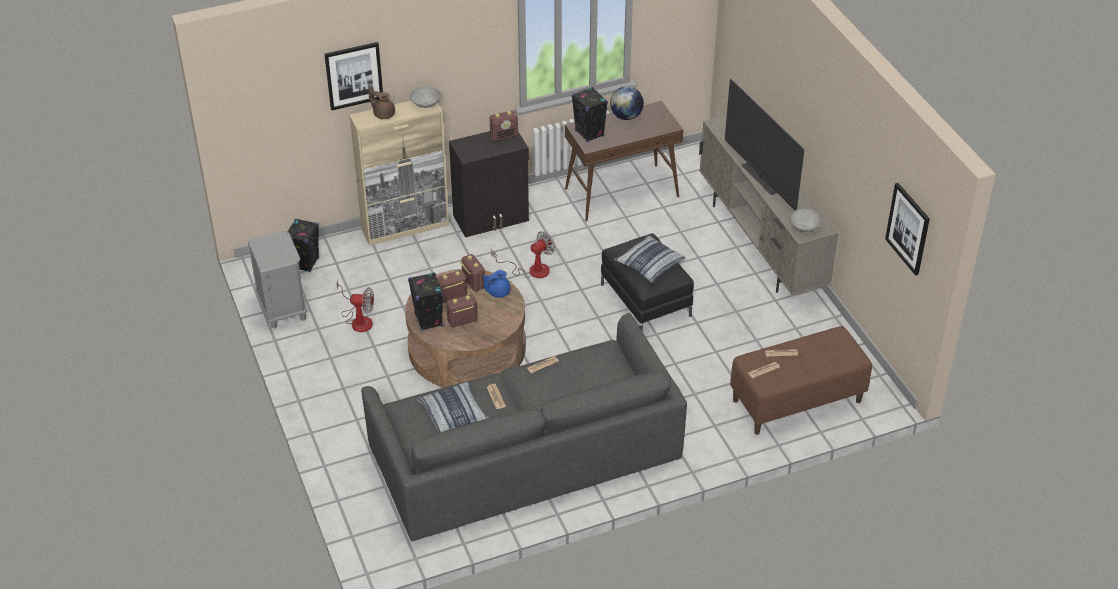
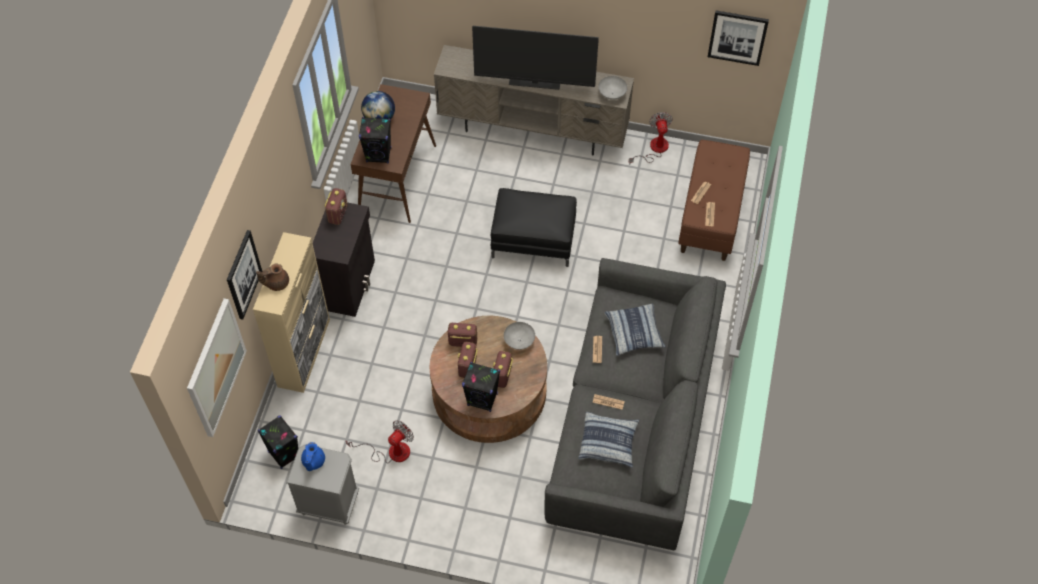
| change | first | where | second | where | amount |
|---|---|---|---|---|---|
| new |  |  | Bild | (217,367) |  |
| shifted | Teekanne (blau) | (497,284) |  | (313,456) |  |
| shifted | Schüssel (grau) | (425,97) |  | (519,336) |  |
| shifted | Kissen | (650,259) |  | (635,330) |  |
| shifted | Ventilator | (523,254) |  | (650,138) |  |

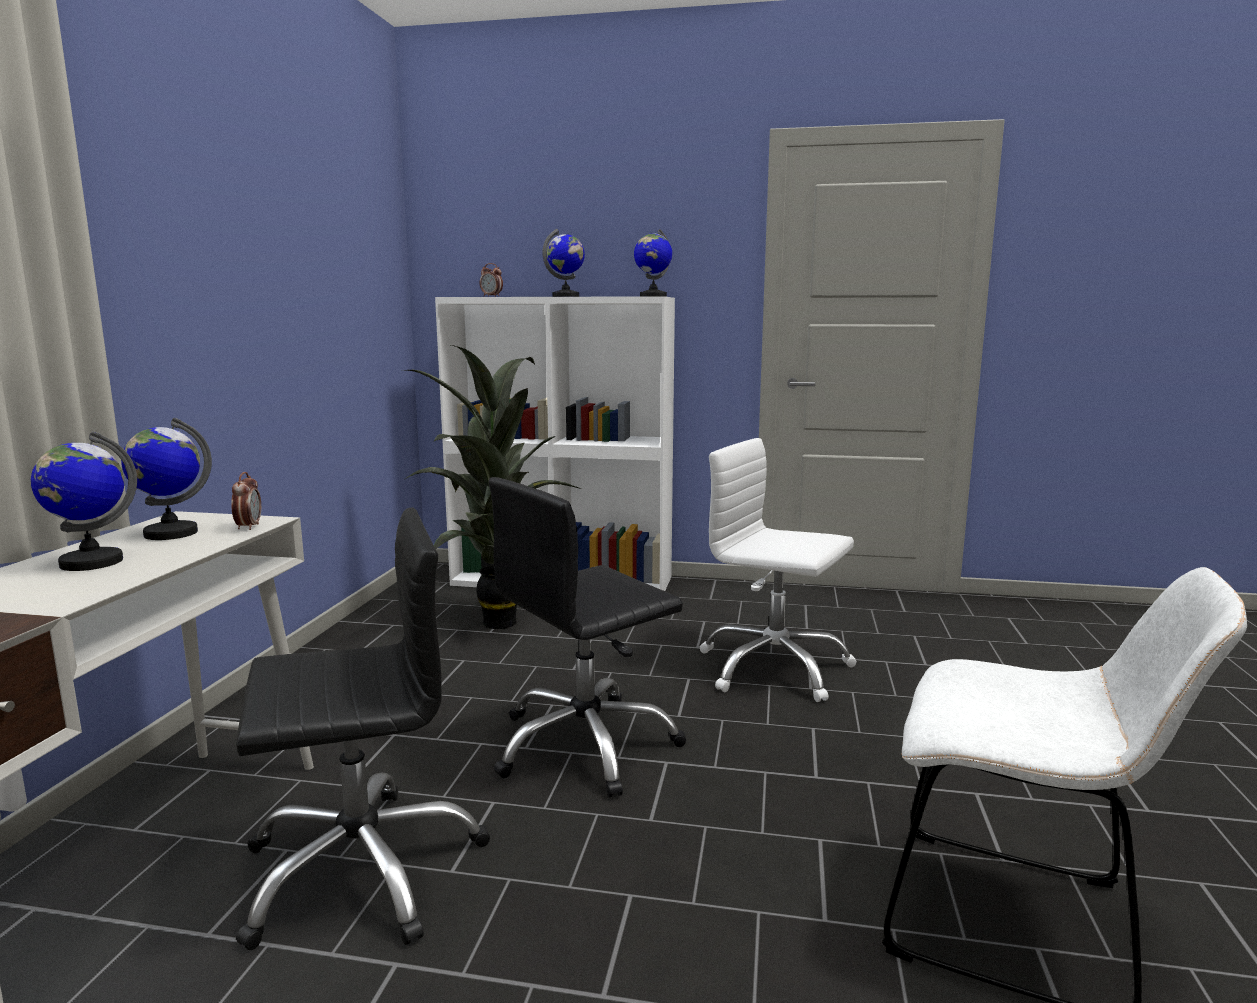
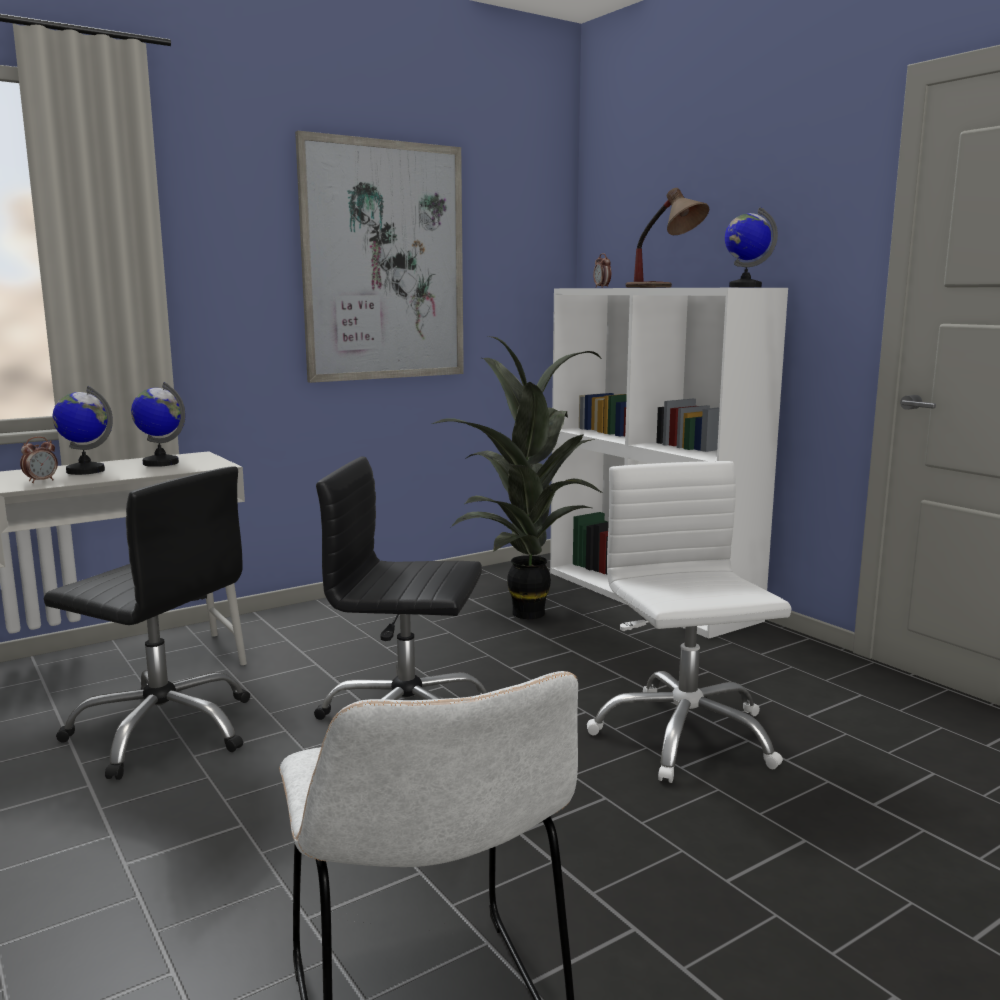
| change | first | where | second | where | amount |
|---|---|---|---|---|---|
| shifted | Wecker | (246,501) |  | (39,460) |  |
| new |  |  | Bild | (379,257) |  |
| swapped | Globus | (563,263) | Tischlampe | (667,238) |  |

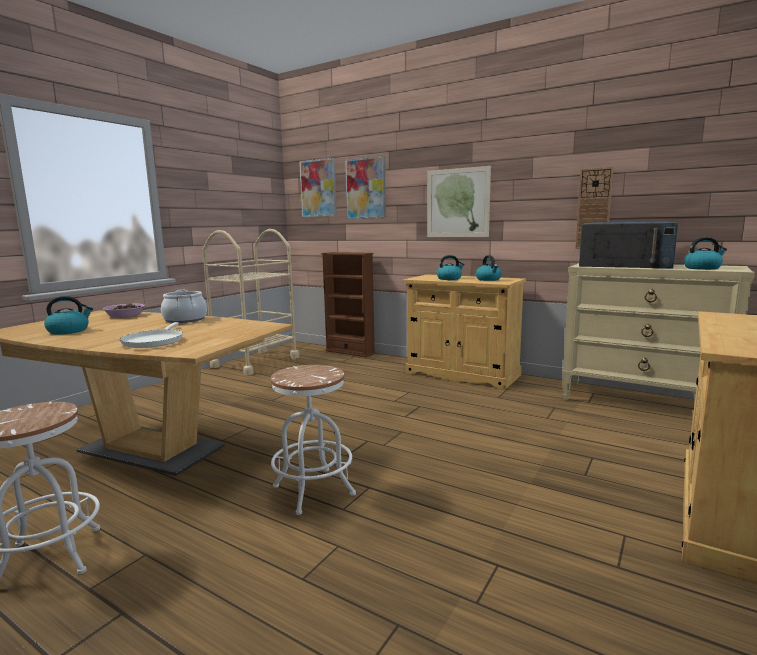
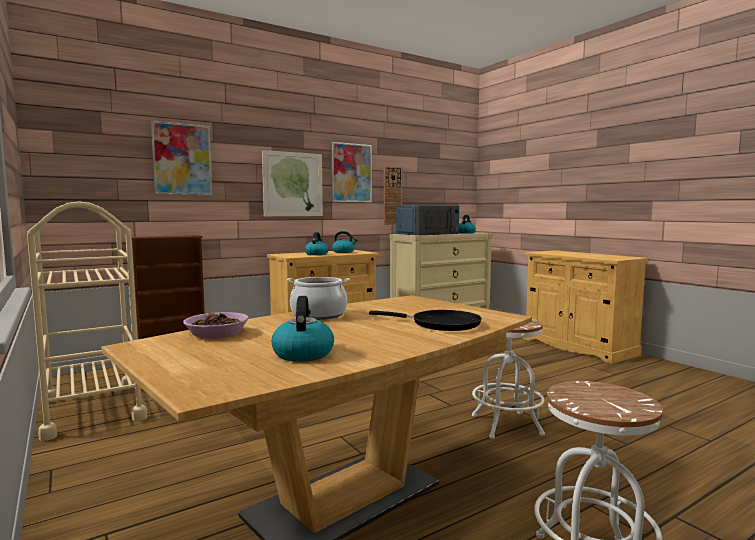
| change | first | where | second | where | amount |
|---|---|---|---|---|---|
| shifted | Bild | (318,187) |  | (351,172) |  |
| repainted | Pfanne (weiß) | (151,335) | Pfanne (schwarz) | (425,320) |  |

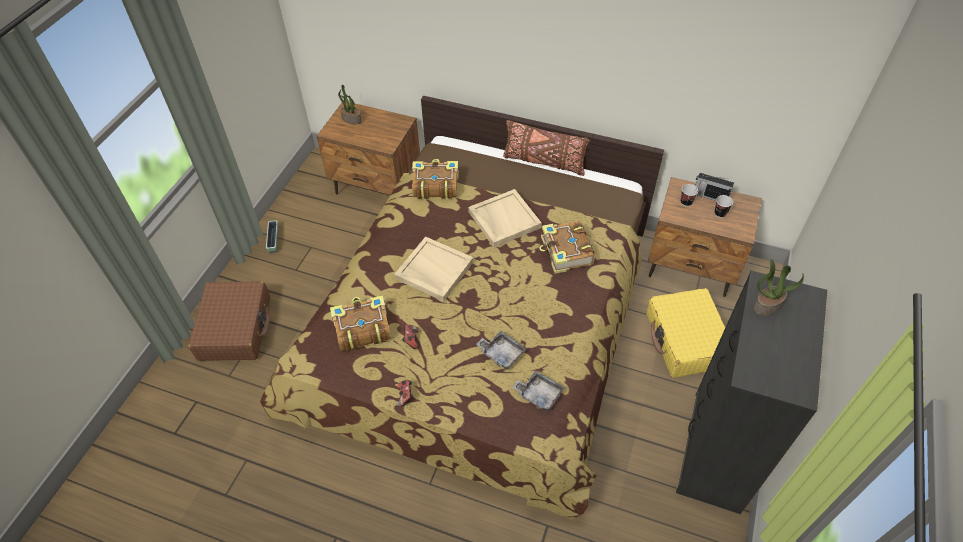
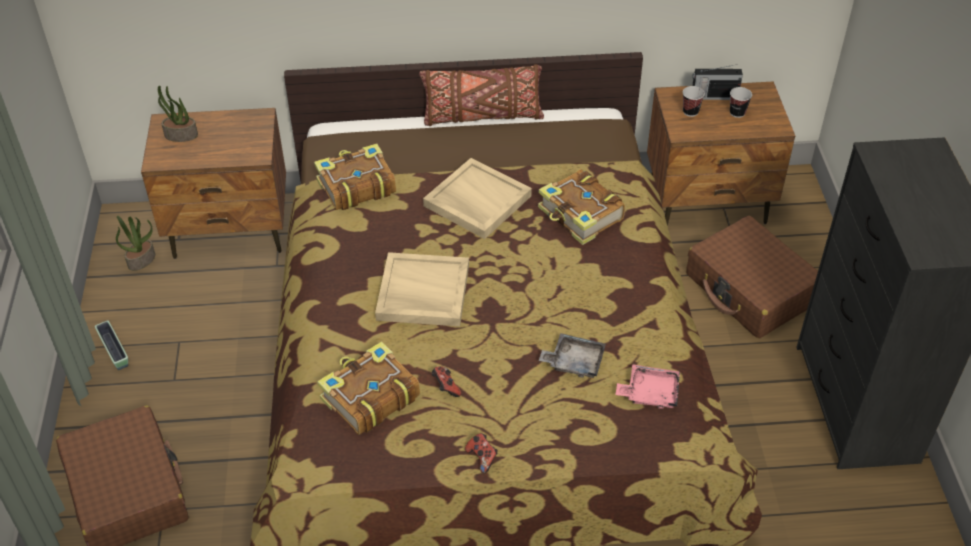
| change | first | where | second | where | amount |
|---|---|---|---|---|---|
| shifted | Topfpflanze | (778,287) |  | (135,243) |  |
| repainted | Tablett (grau) | (538,391) | Tablett (rosa) | (648,386) |  |
| repainted | Koffer (gelb) | (686,333) | Koffer (braun) | (752,277) |  |

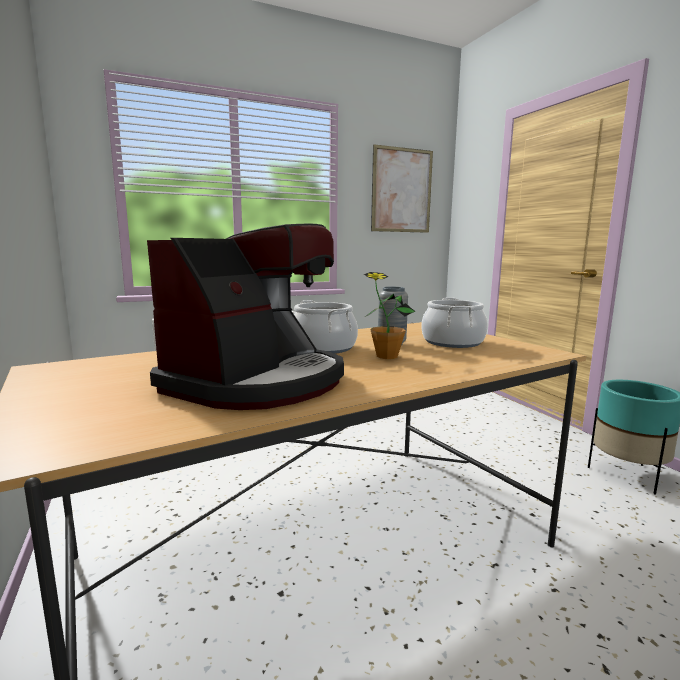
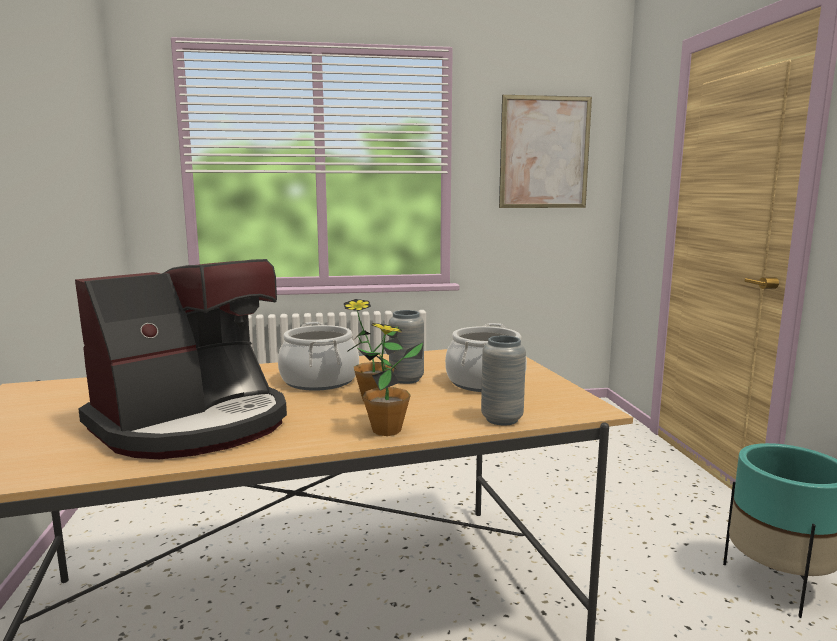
| change | first | where | second | where | amount |
|---|---|---|---|---|---|
| new |  |  | Topfpflanze | (389,379) |  |
| new |  |  | Vase (grau) | (503,380) |  |

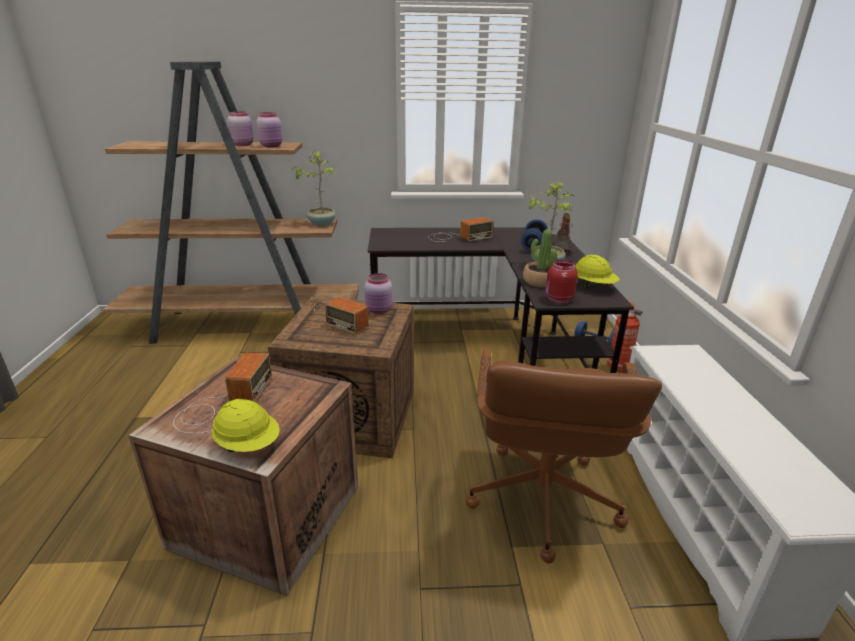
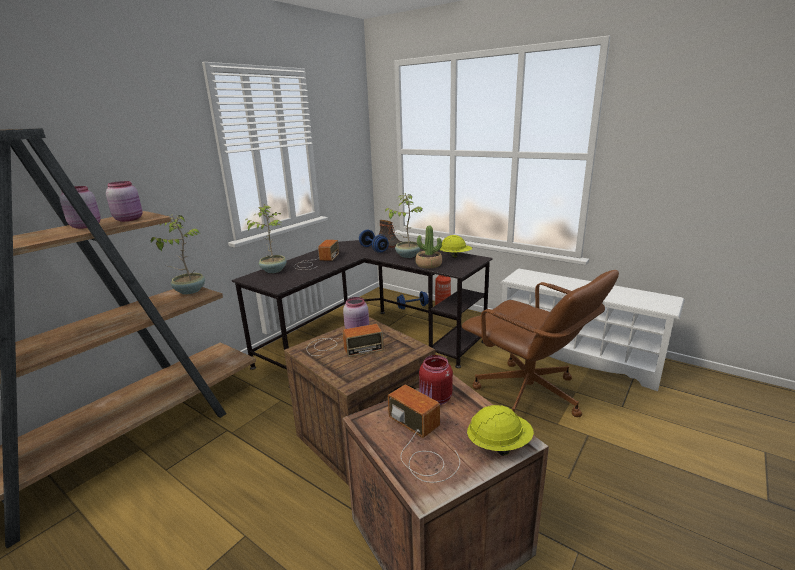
| change | first | where | second | where | amount |
|---|---|---|---|---|---|
| new |  |  | Topfpflanze | (266,238) |  |
| shifted | Vorratsglas (rot) | (561,281) |  | (436,380) |  |

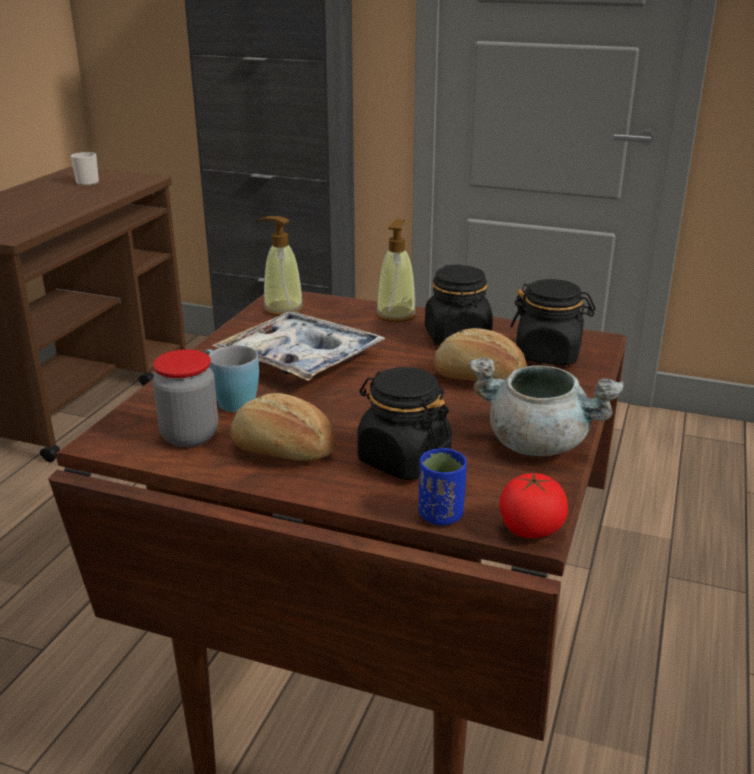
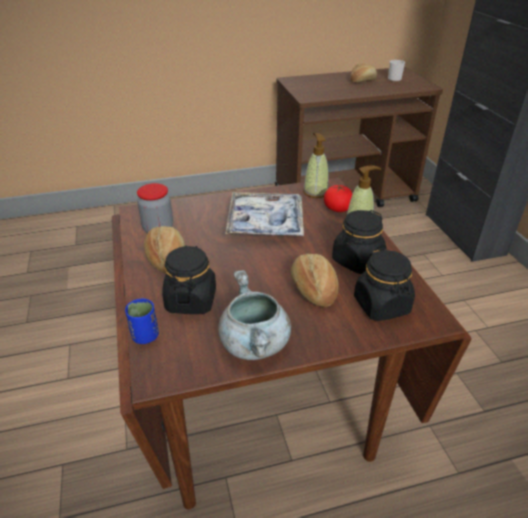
| change | first | where | second | where | amount |
|---|---|---|---|---|---|
| shifted | Tomate | (533,504) |  | (338,198) |  |
| new |  |  | Brot | (364,73) |  |
| gone | Henkelbecher (blau) | (231,378) |  |  |  |

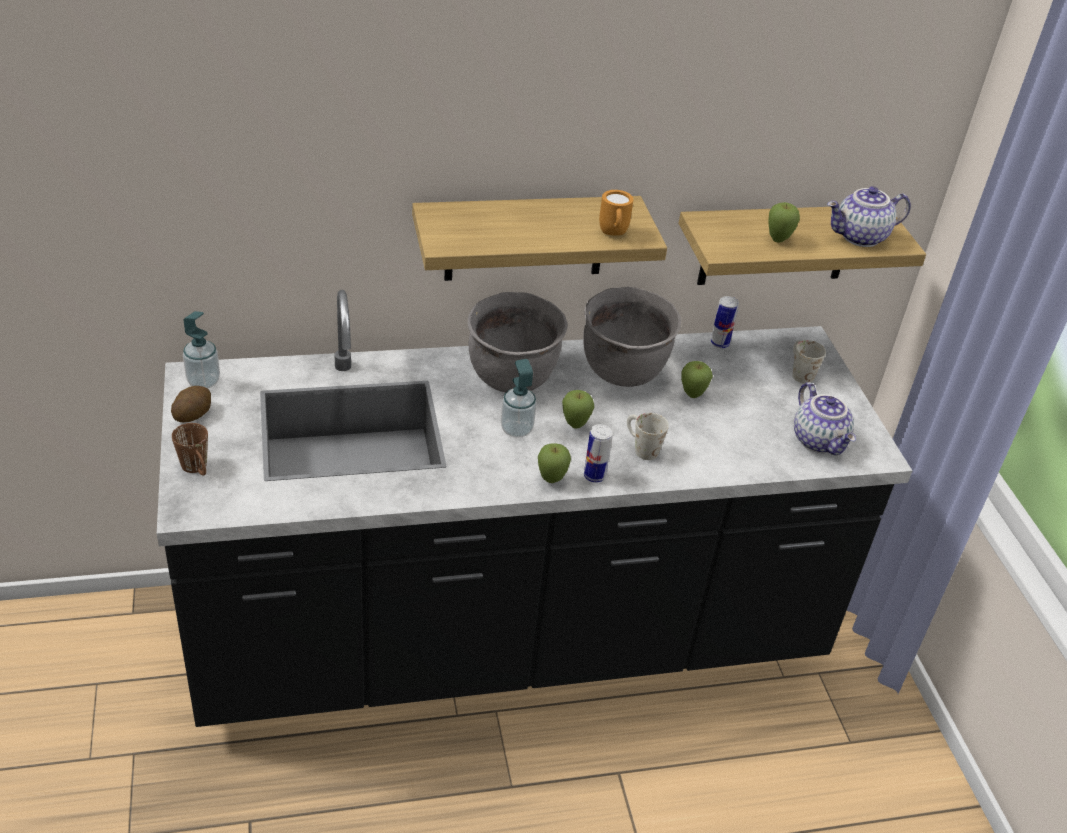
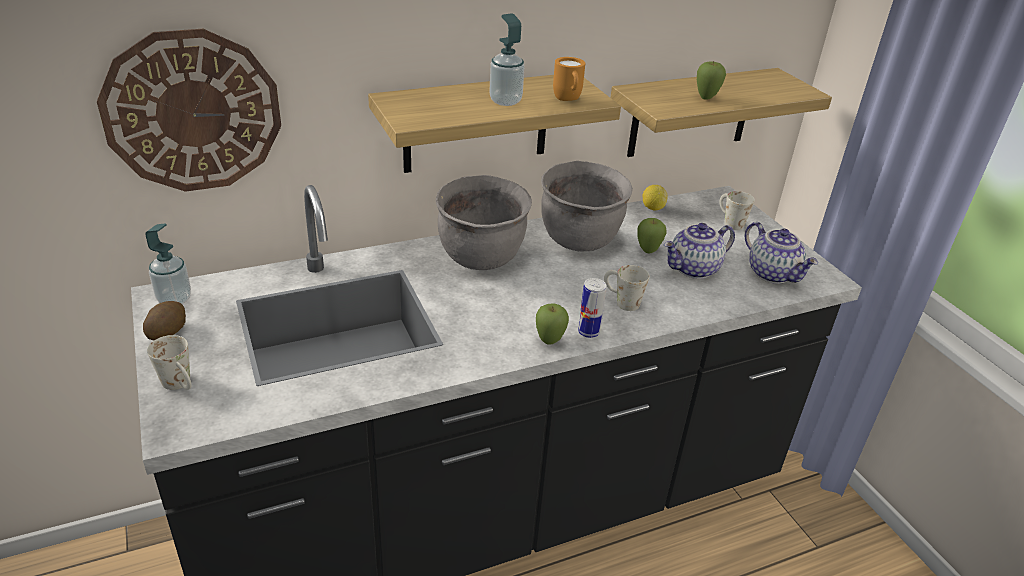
| change | first | where | second | where | amount |
|---|---|---|---|---|---|
| new |  |  | Wanduhr | (189,110) |  |
| repainted | Henkelbecher (braun) | (190,449) | Henkelbecher (weiß) | (169,362) |  |
| shifted | Seifenspender | (519,398) |  | (506,59) |  |
| swapped | Dose | (724,322) | Zitrone | (655,198) |  |
| shifted | Teekanne | (869,216) |  | (699,251) |  |
| gone | Apfel | (578,409) |  |  |  |

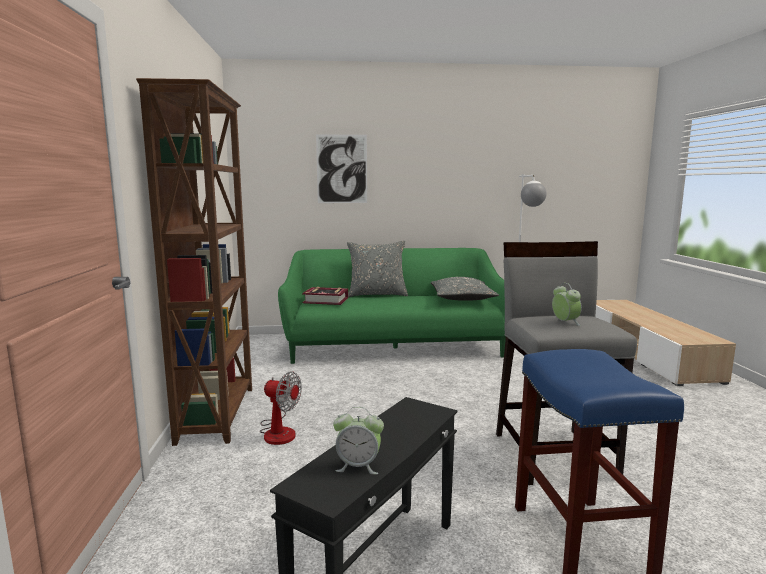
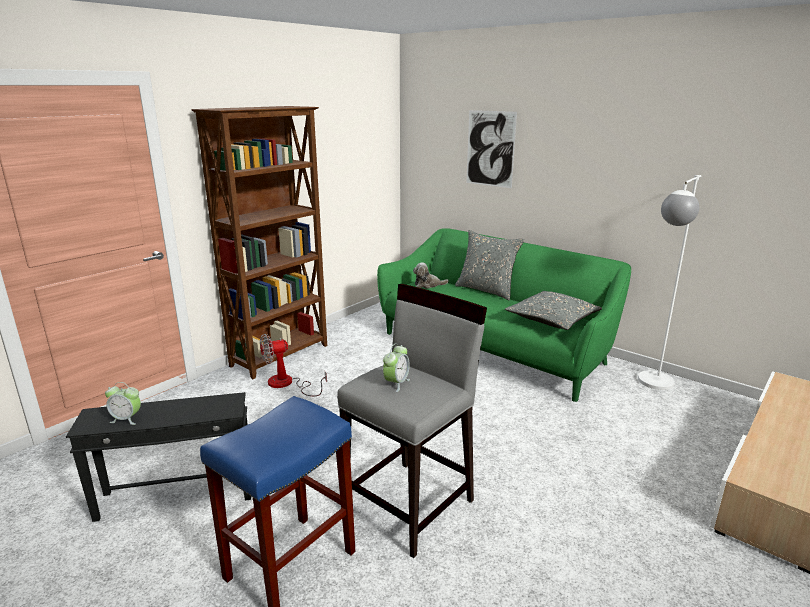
| change | first | where | second | where | amount |
|---|---|---|---|---|---|
| rotated | Wecker | (358,441) |  | (123,403) | 45 degrees counterclockwise |
| rotated | Ventilator | (281,408) |  | (293,365) | 90 degrees clockwise |
| swapped | Buch | (325,296) | Plüschtier | (431,275) |  |

